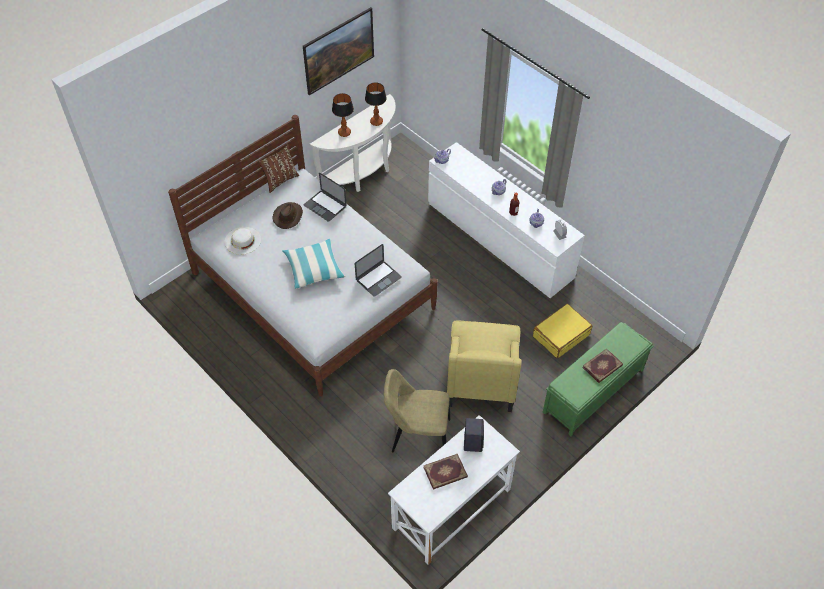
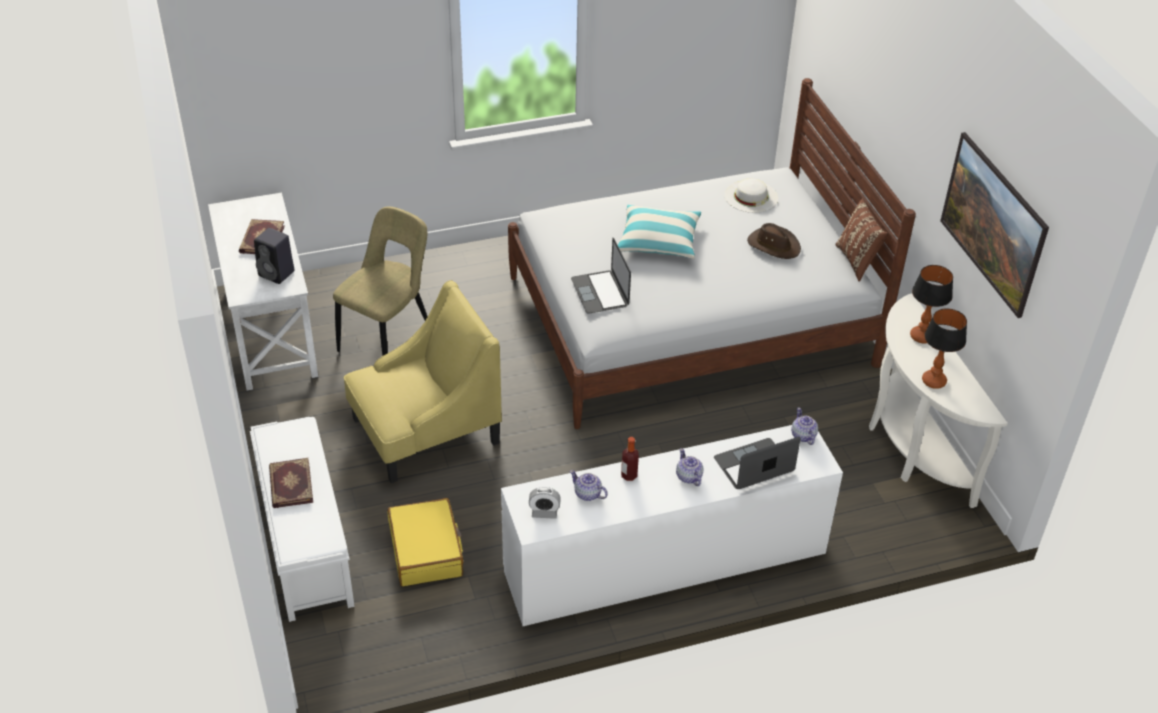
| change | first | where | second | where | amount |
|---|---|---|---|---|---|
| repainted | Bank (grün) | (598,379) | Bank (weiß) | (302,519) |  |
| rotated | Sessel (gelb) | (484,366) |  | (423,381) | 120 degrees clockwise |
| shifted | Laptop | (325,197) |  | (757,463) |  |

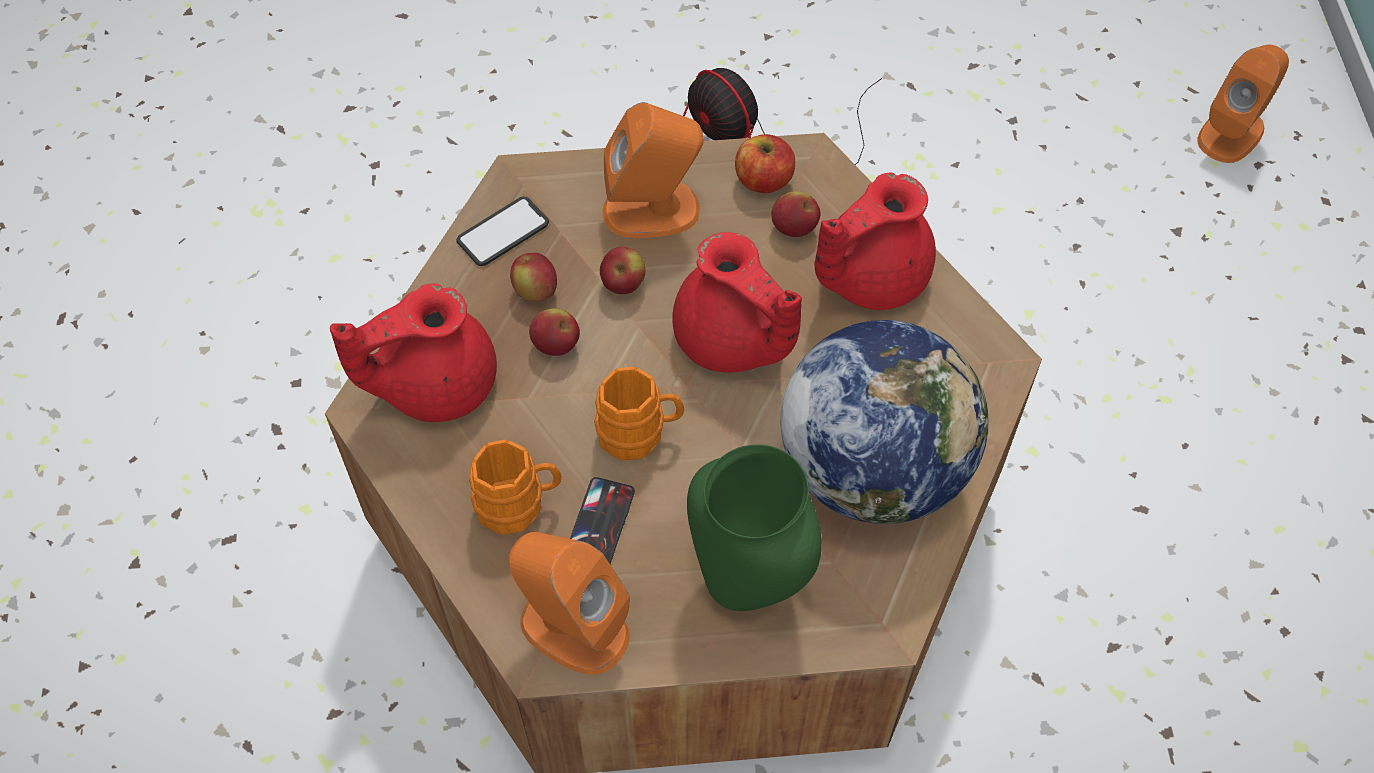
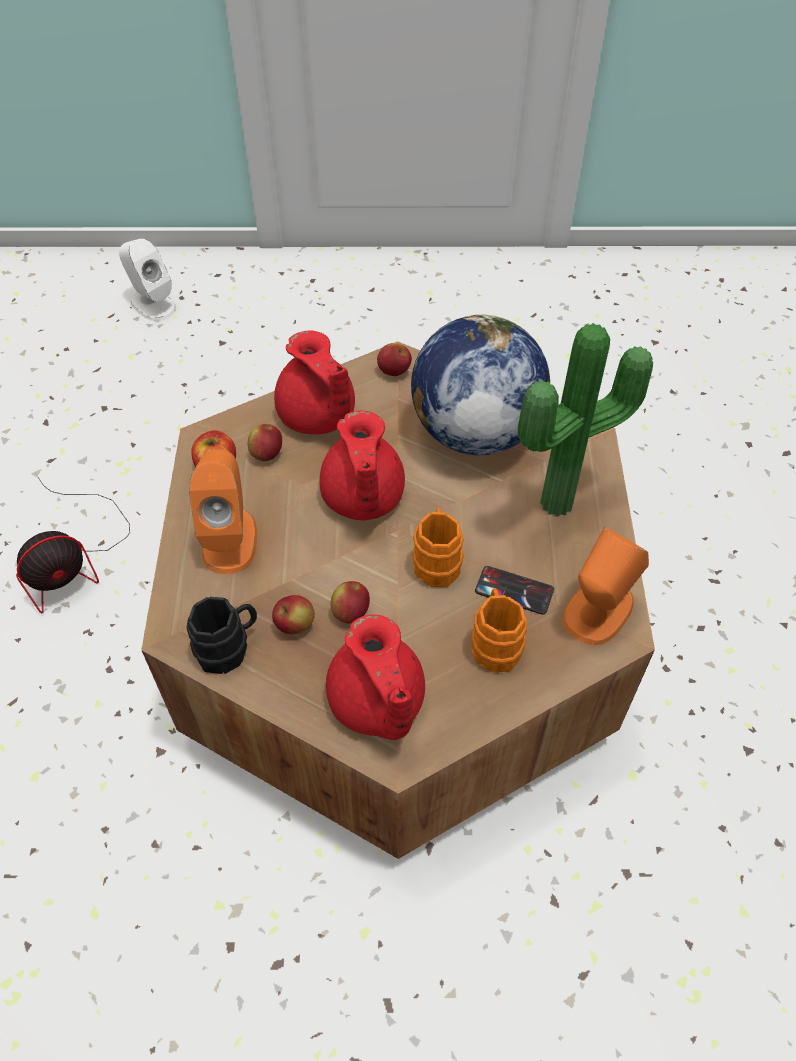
| change | first | where | second | where | amount |
|---|---|---|---|---|---|
| repainted | Lautsprecher (orange) | (1243,104) | Lautsprecher (weiß) | (147,280) |  |
| swapped | Handy | (502,231) | Henkelbecher (schwarz) | (221,635) |  |
| rotated | Teekanne (rot) | (737,302) |  | (362,465) | 120 degrees clockwise |
| shifted | Apfel | (623,270) |  | (394,359) |  |
| swapped | Vase (grün) | (754,527) | Topfpflanze | (585,420) |  |

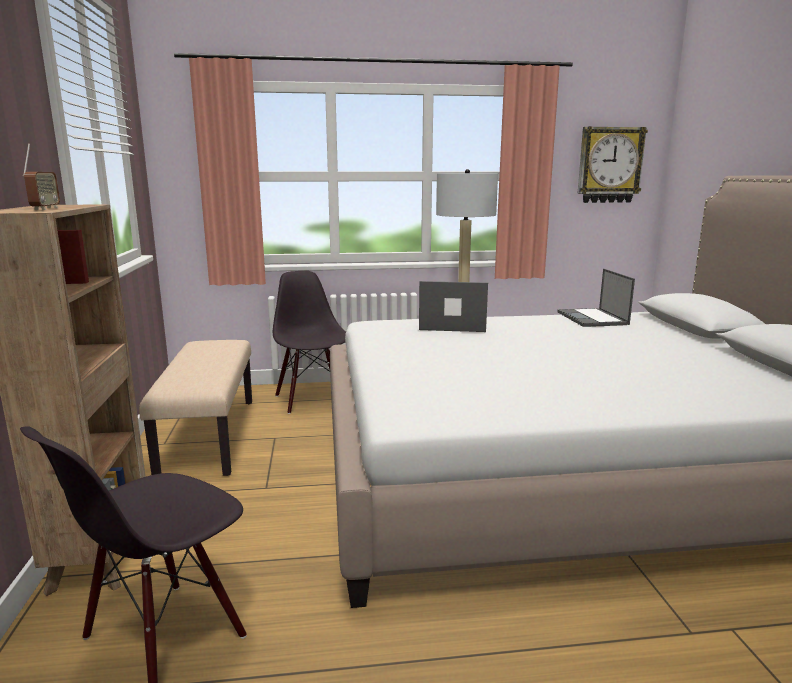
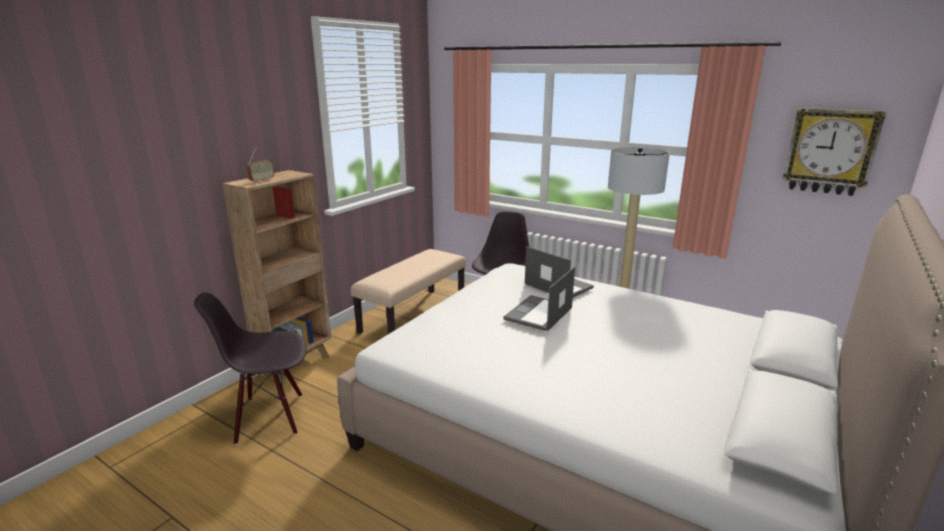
| change | first | where | second | where | amount |
|---|---|---|---|---|---|
| shifted | Laptop | (596,298) |  | (539,299) |  |

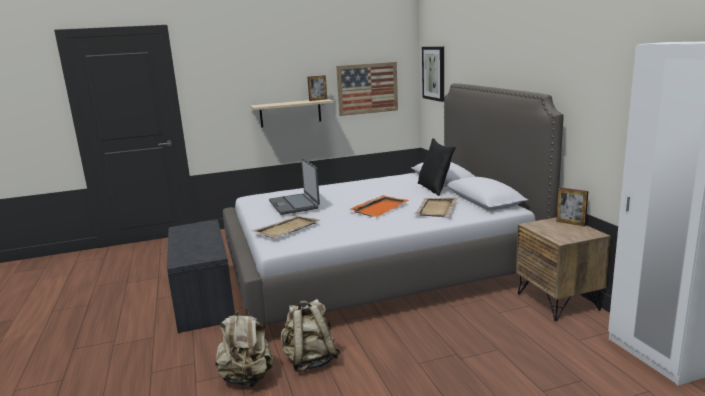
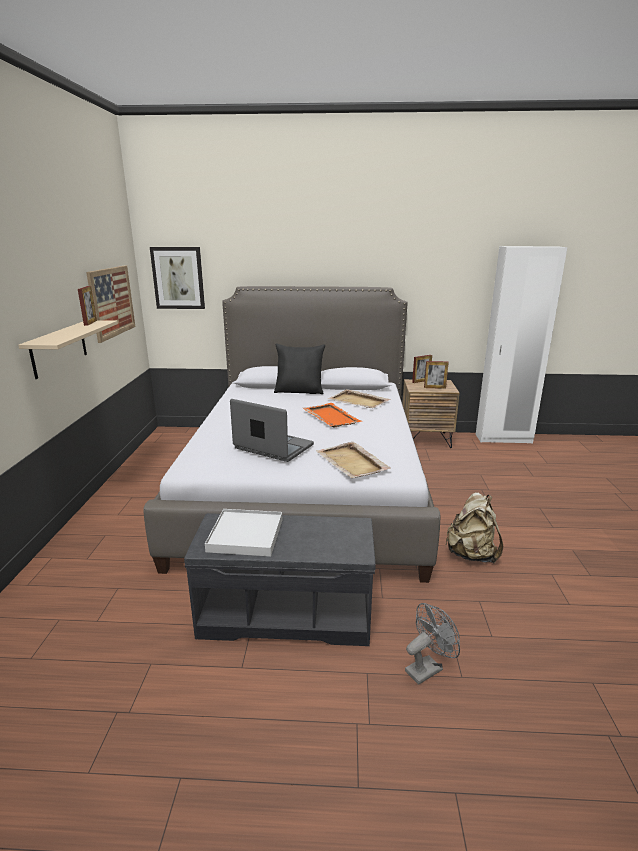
| change | first | where | second | where | amount |
|---|---|---|---|---|---|
| new |  |  | Tablett (weiß) | (243,533) |  |
| rotated | Laptop | (294,186) |  | (272,430) | 150 degrees counterclockwise |
| new |  |  | Ventilator (grau) | (432,644) |  |
| new |  |  | Bilderrahmen | (436,375) |  |
| gone | Rucksack (beige) | (244,346) |  |  |  |

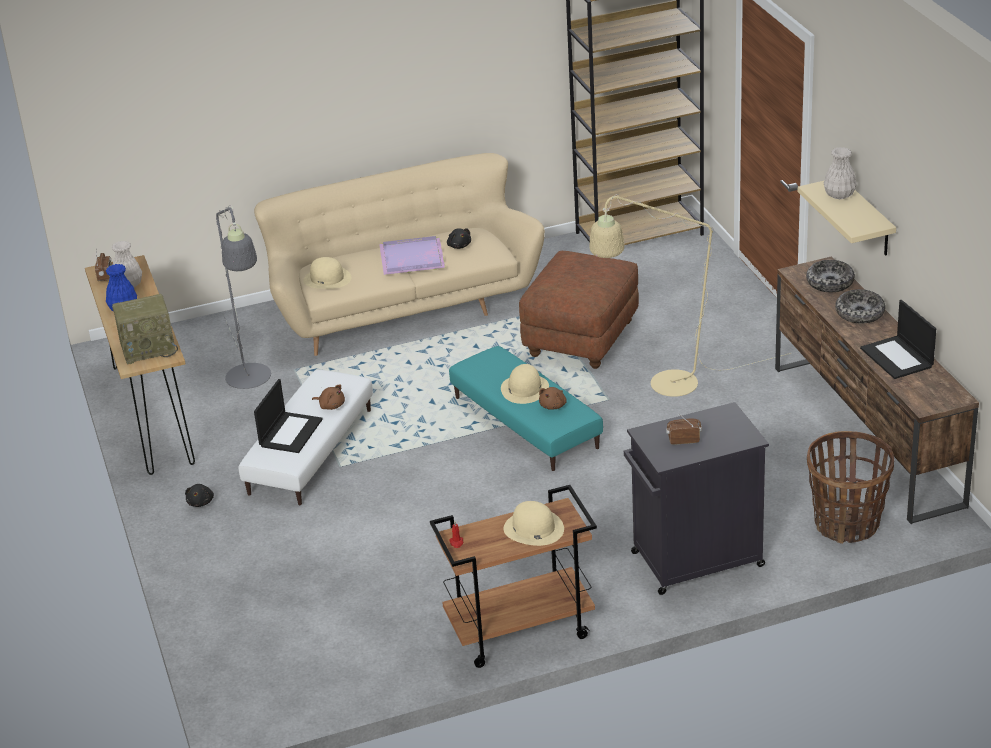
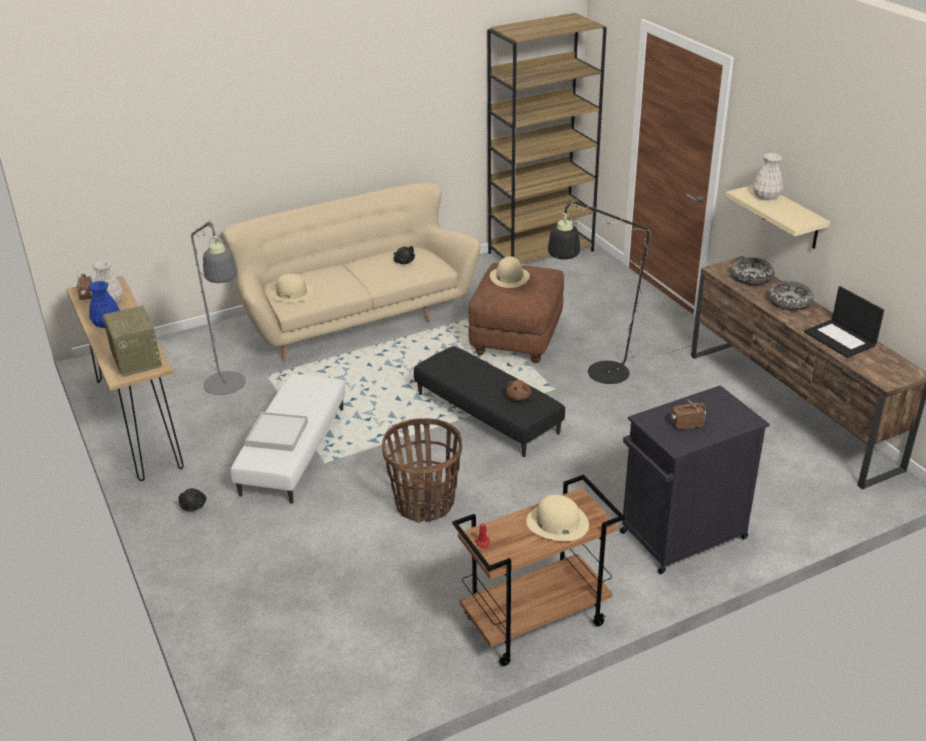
| change | first | where | second | where | amount |
|---|---|---|---|---|---|
| rotated | Radio | (145,329) |  | (132,341) | 90 degrees counterclockwise |
| swapped | Laptop | (288,416) | Tablett (weiß) | (276,431) |  |
| shifted | Korb | (850,487) |  | (422,470) |  |
| repainted | Polsterhocker (türkis) | (526,408) | Polsterhocker (schwarz) | (489,401) |  |
| shifted | Hut (beige) | (525,384) |  | (510,272) |  |
| repainted | Stehlampe (beige) | (690,295) | Stehlampe (schwarz) | (624,292) |  |
| gone | Plüschtier (braun) | (328,397) |  |  |  |
| gone | Tablett (lila) | (412,255) |  |  |  |

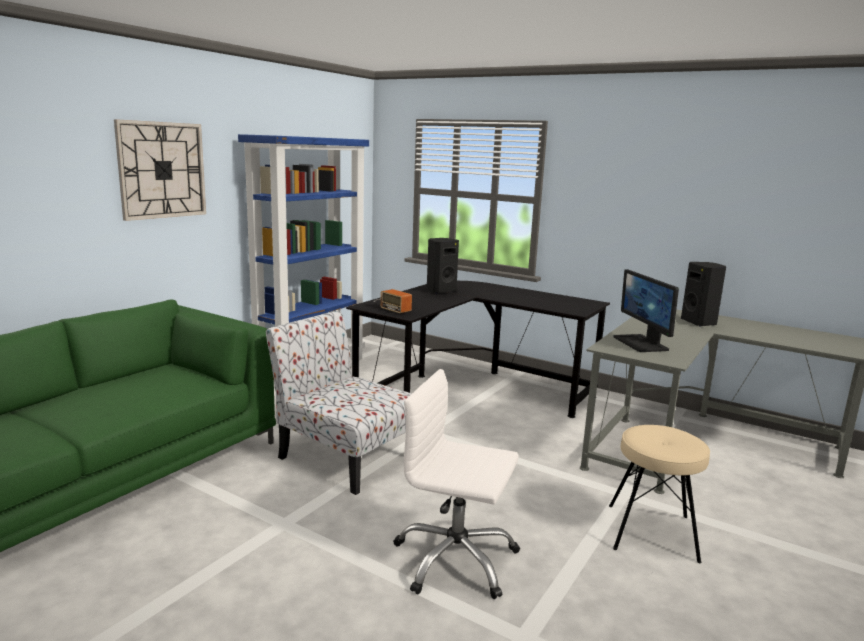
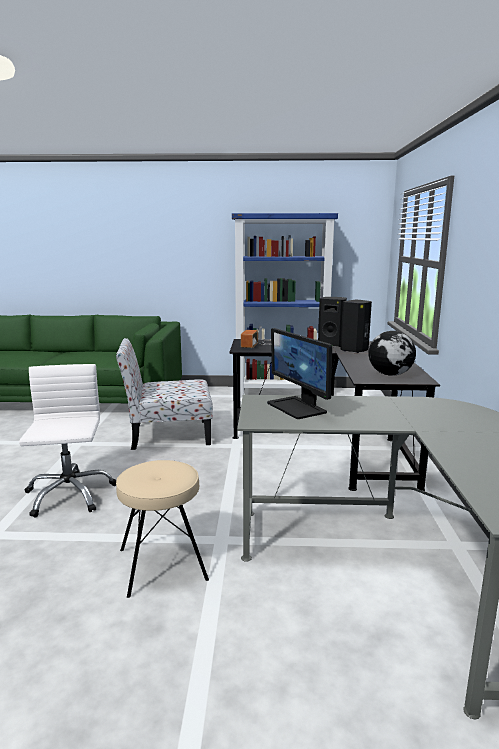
| change | first | where | second | where | amount |
|---|---|---|---|---|---|
| rotated | Stuhl | (339,403) |  | (164,394) | 105 degrees counterclockwise |
| rotated | Monitor | (646,310) |  | (299,373) | 75 degrees counterclockwise |
| shifted | Lautsprecher (schwarz) | (703,294) |  | (356,326) |  |
| new |  |  | Globus | (392,353) |  |
| gone | Wanduhr | (160,170) |  |  |  |

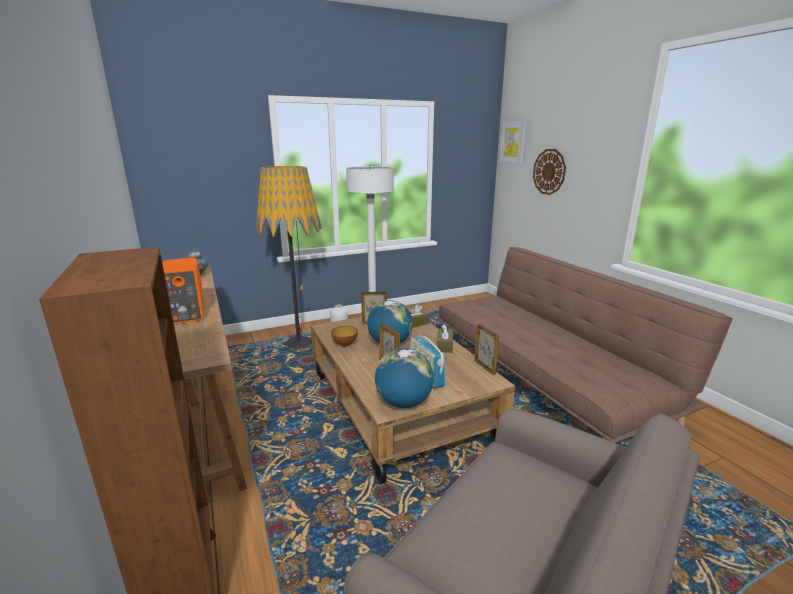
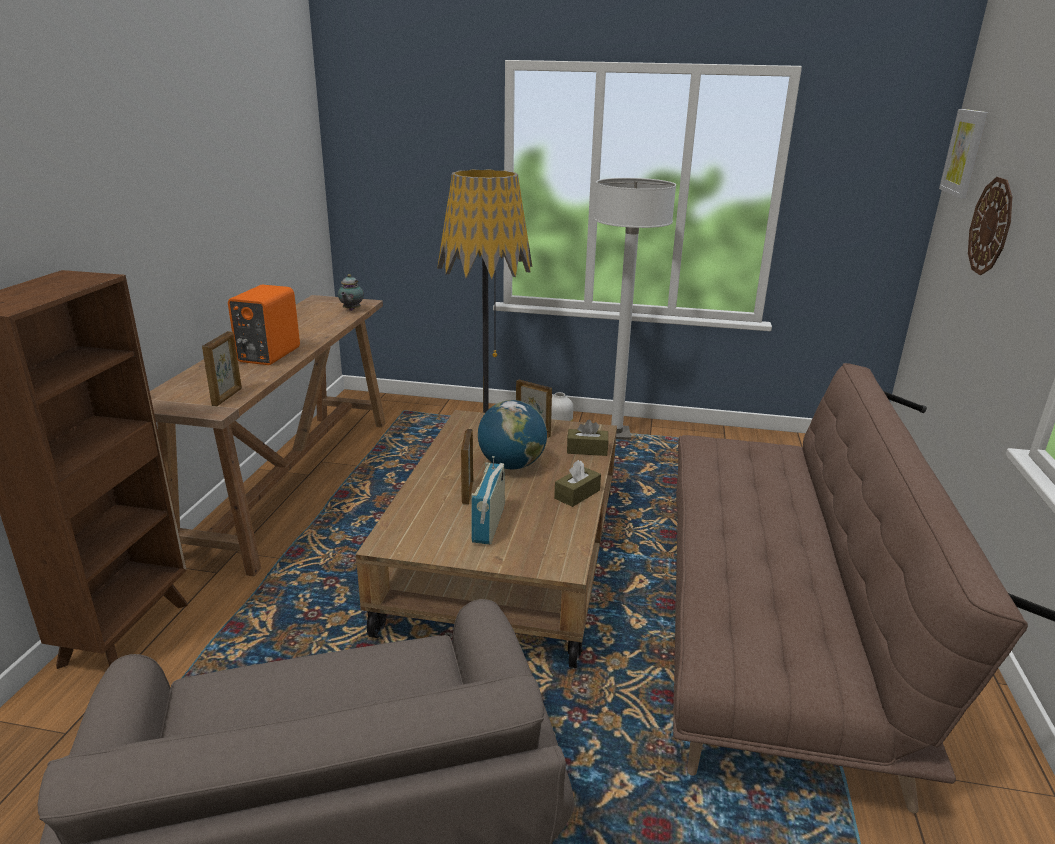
| change | first | where | second | where | amount |
|---|---|---|---|---|---|
| shifted | Bilderrahmen | (486,349) |  | (222,368) |  |
| gone | Schüssel | (344,336) |  |  |  |
| gone | Globus | (404,378) |  |  |  |

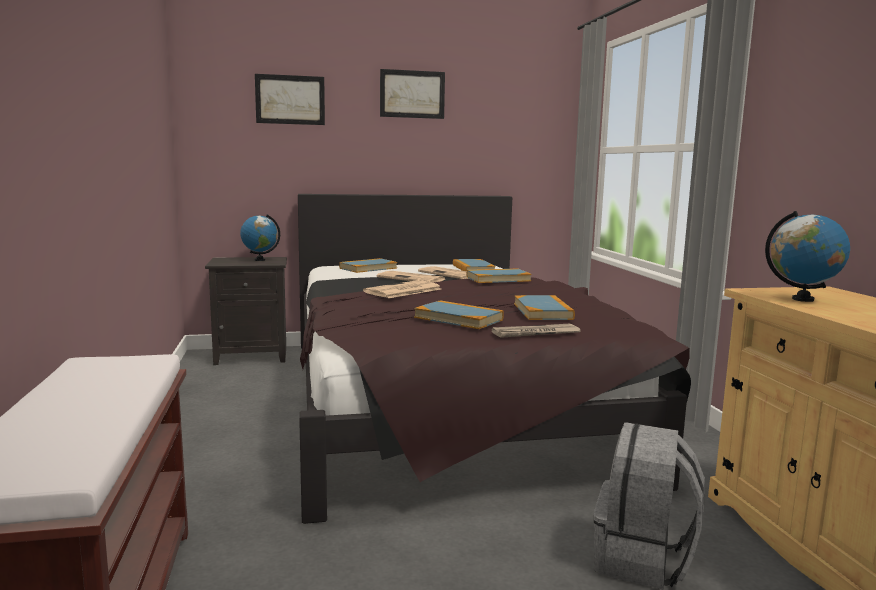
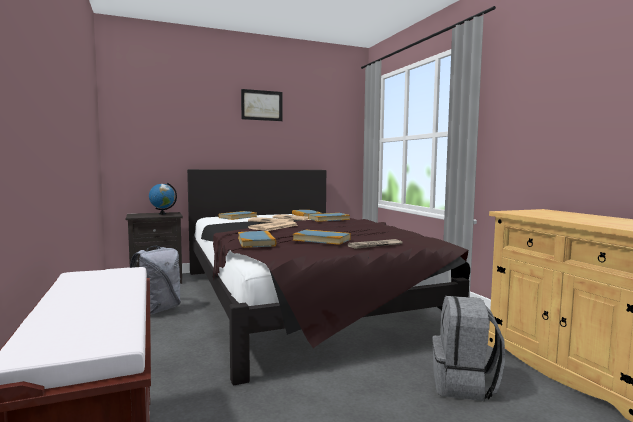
| change | first | where | second | where | amount |
|---|---|---|---|---|---|
| new |  |  | Rucksack (grau) | (155,280) |  |
| shifted | Buch | (544,307) |  | (257,239) |  |
| gone | Bild | (290,99) |  |  |  |
| gone | Globus | (807,256) |  |  |  |

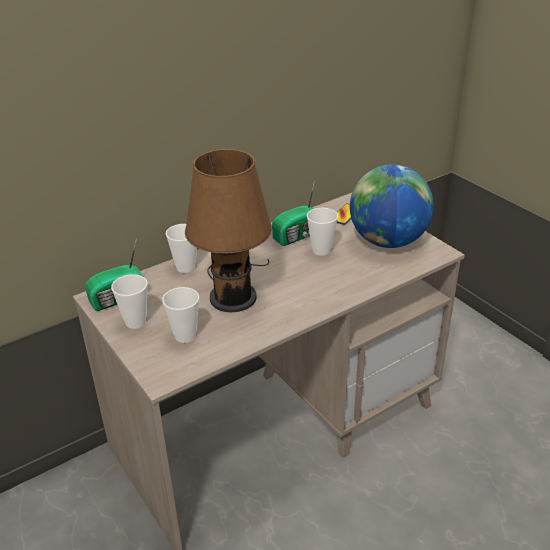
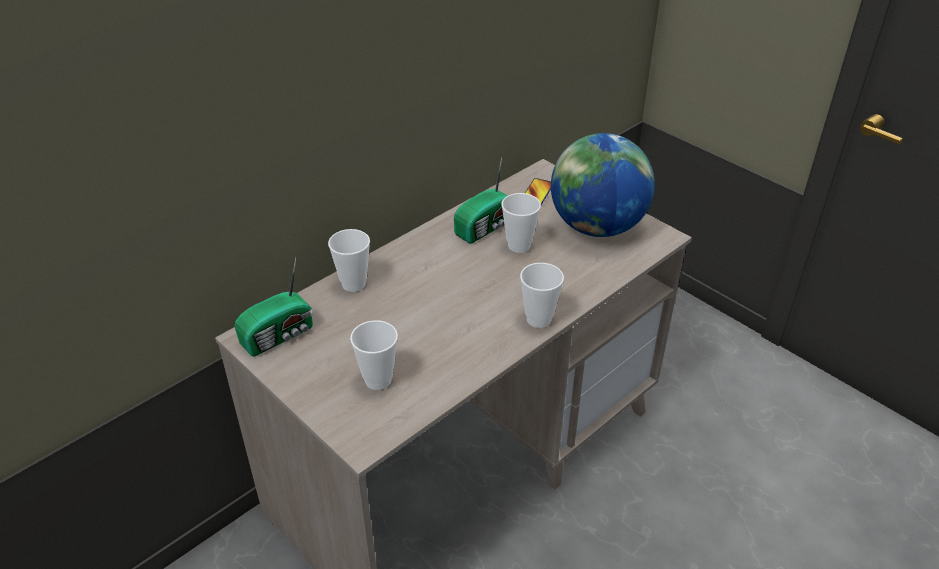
| change | first | where | second | where | amount |
|---|---|---|---|---|---|
| shifted | Tasse | (129,301) |  | (542,295) |  |
| gone | Tischlampe (braun) | (228,230) |  |  |  |

